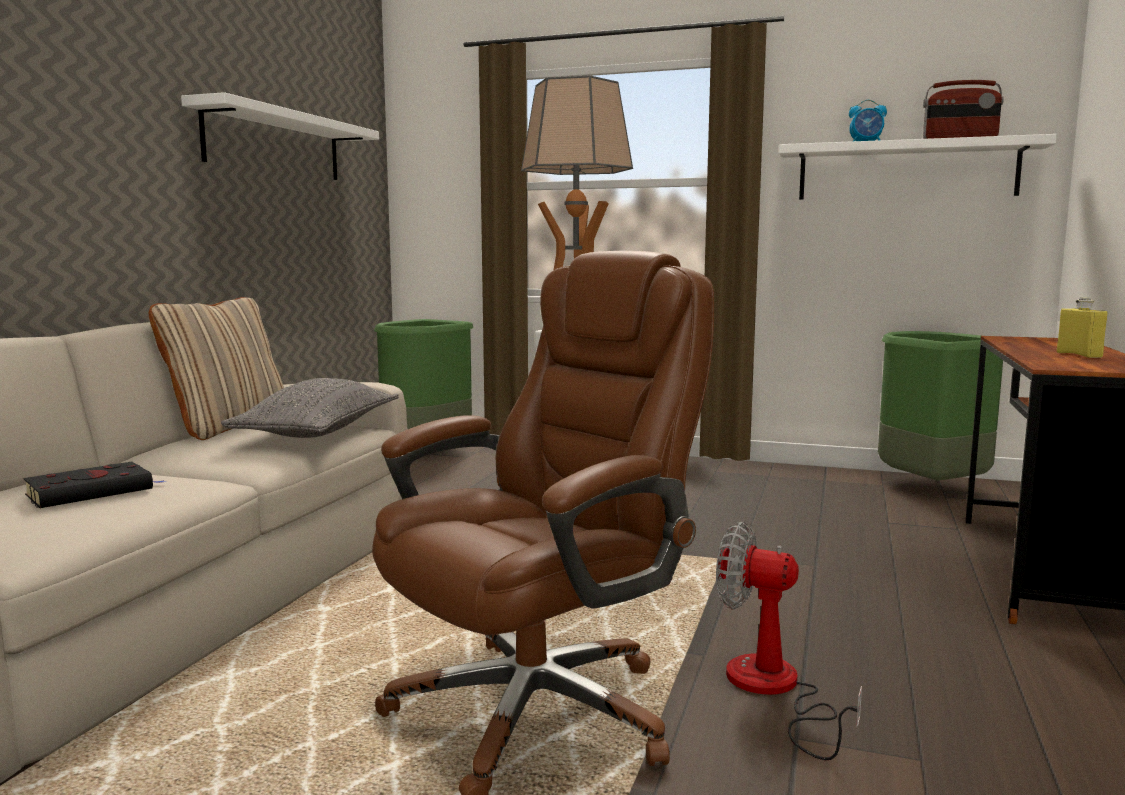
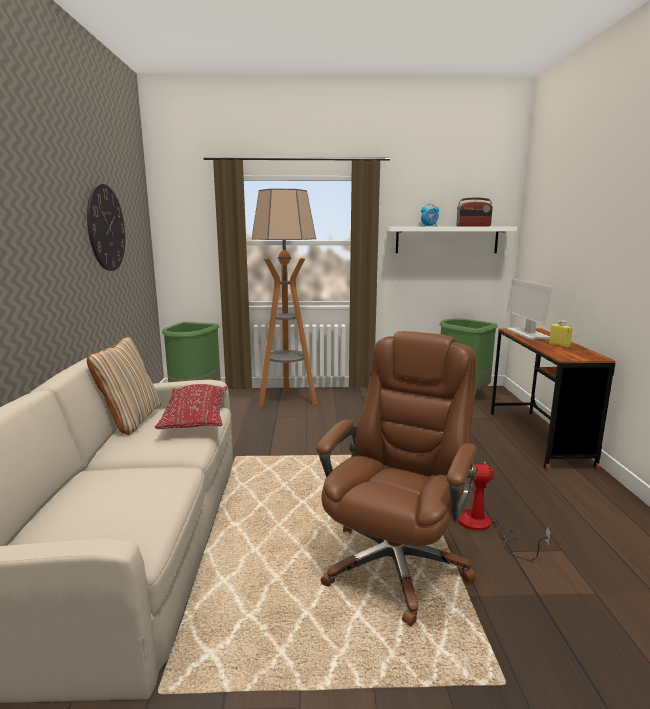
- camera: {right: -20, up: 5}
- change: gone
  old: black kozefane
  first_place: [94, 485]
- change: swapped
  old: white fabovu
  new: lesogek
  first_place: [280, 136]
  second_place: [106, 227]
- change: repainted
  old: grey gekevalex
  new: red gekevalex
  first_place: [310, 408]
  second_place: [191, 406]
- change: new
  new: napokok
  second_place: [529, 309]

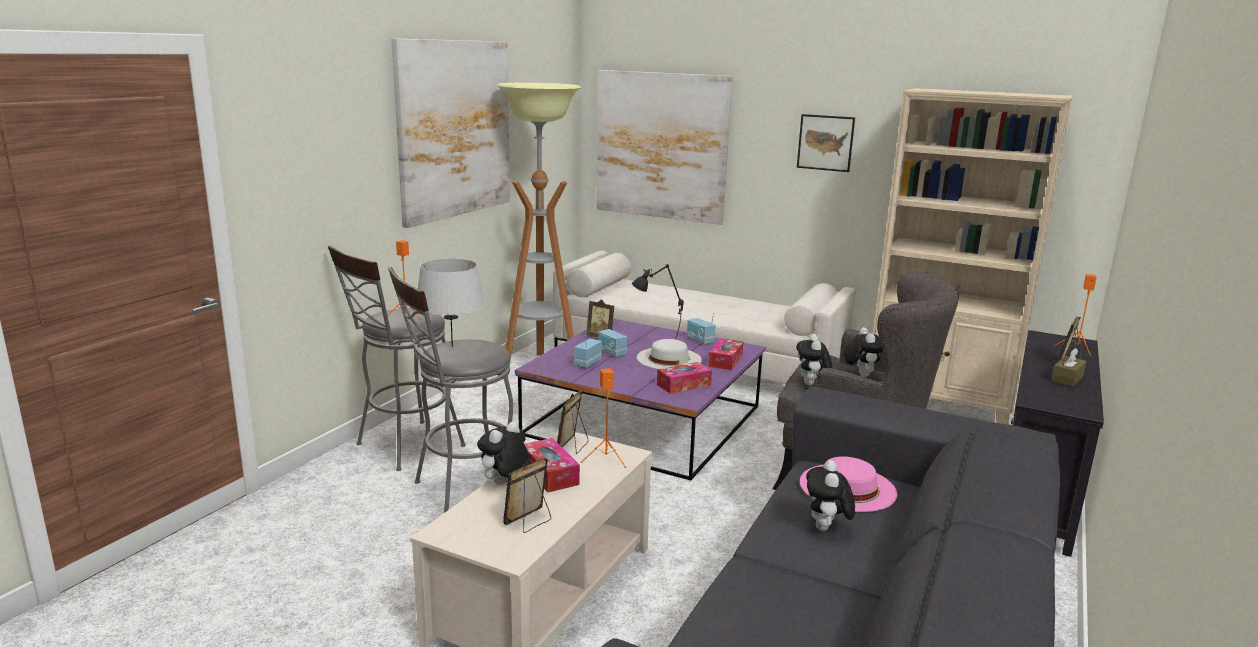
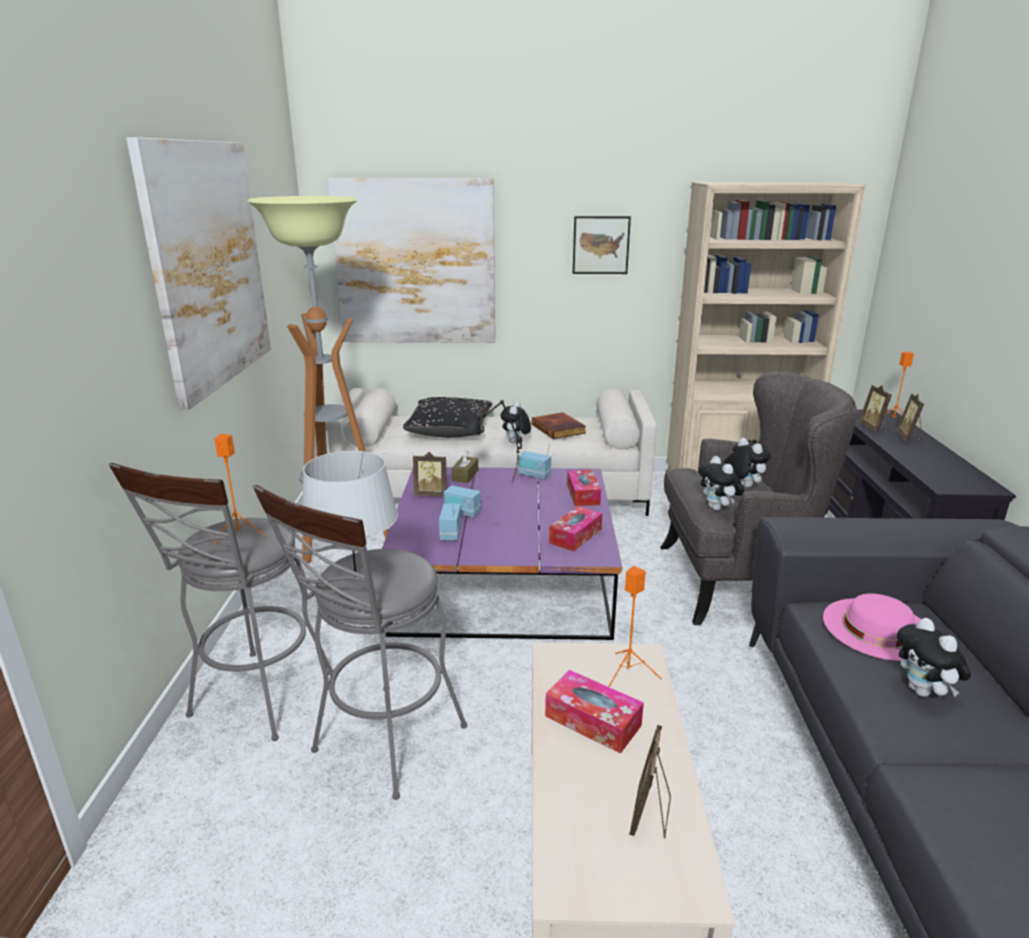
- camera: {right: -25, up: 5}
- change: shifted
  old: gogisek
  first_place: [503, 453]
  second_place: [515, 422]
- change: shifted
  old: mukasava
  first_place: [572, 422]
  second_place: [875, 408]
- change: gone
  old: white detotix
  first_place: [669, 354]
- change: shifted
  old: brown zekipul
  first_place: [1069, 367]
  second_place: [465, 466]
- change: new
  new: black gekevalex
  second_place: [447, 417]
- change: new
  new: kozefane
  second_place: [559, 425]

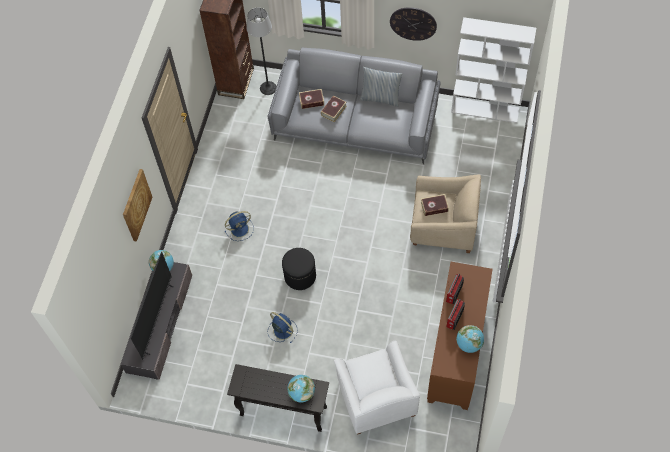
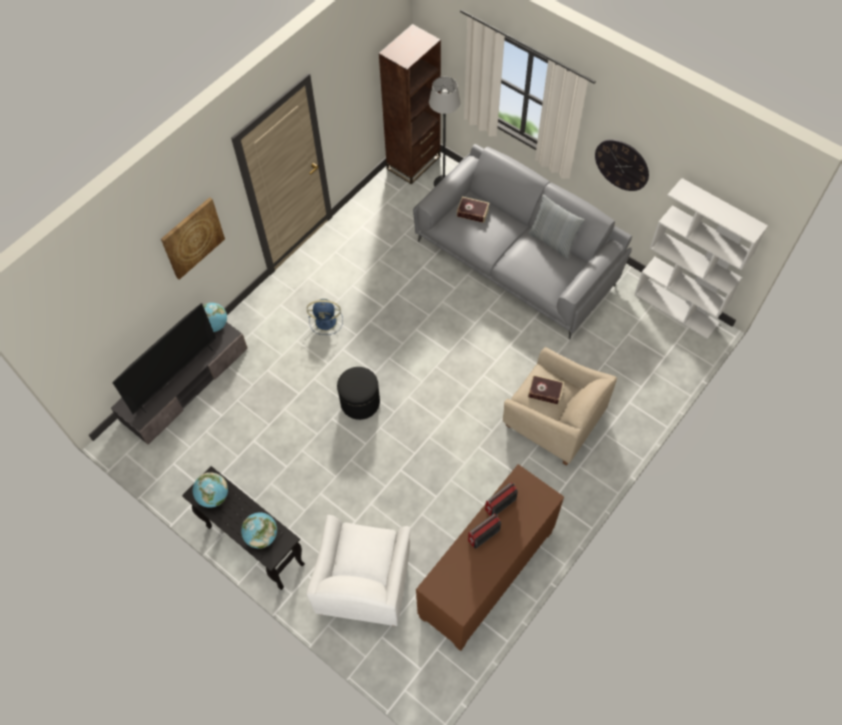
- camera: {right: 25, up: 0}
- change: gone
  old: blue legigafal
  first_place: [283, 328]
- change: gone
  old: kozefane
  first_place: [333, 108]
- change: shifted
  old: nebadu
  first_place: [470, 339]
  second_place: [210, 490]

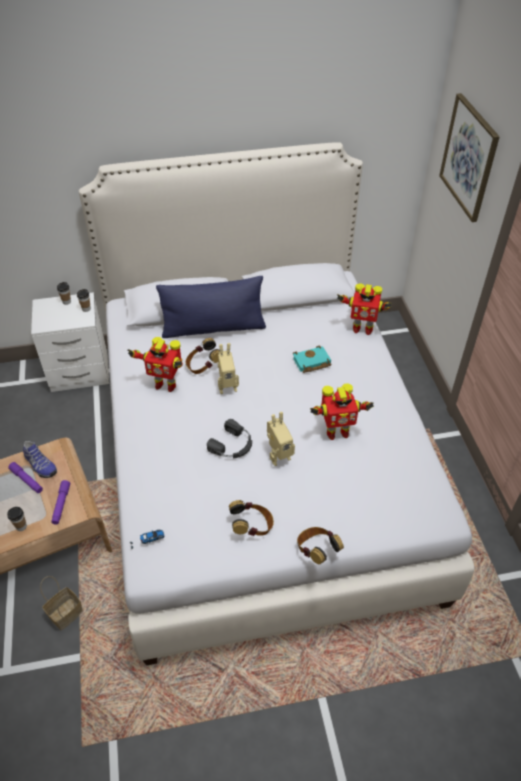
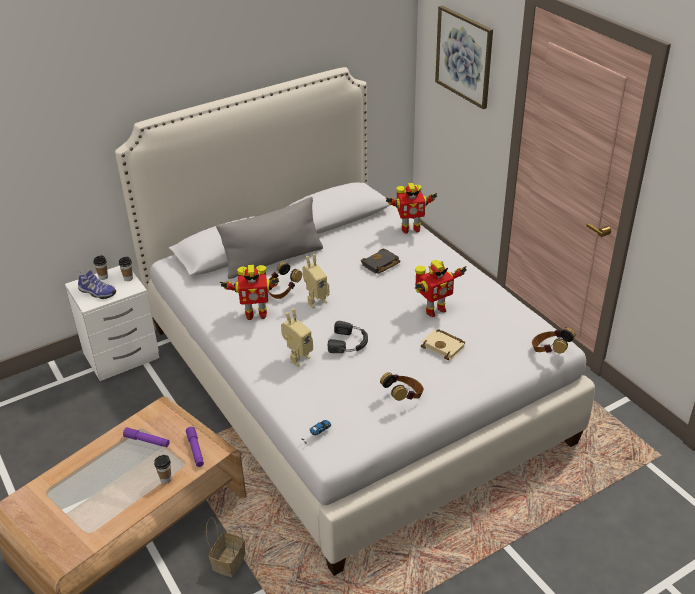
- camera: {right: -20, up: -10}
- change: shifted
  old: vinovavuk
  first_place: [40, 459]
  second_place: [97, 284]
- change: repainted
  old: blue gekevalex
  new: grey gekevalex
  first_place: [211, 307]
  second_place: [269, 238]
- change: shifted
  old: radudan
  first_place: [281, 439]
  second_place: [297, 338]
- change: repainted
  old: turquoise kozefane
  new: black kozefane
  first_place: [312, 359]
  second_place: [381, 261]
- change: shifted
  old: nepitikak
  first_place: [320, 545]
  second_place: [553, 340]
- change: new
  new: beige kozefane
  second_place: [443, 344]

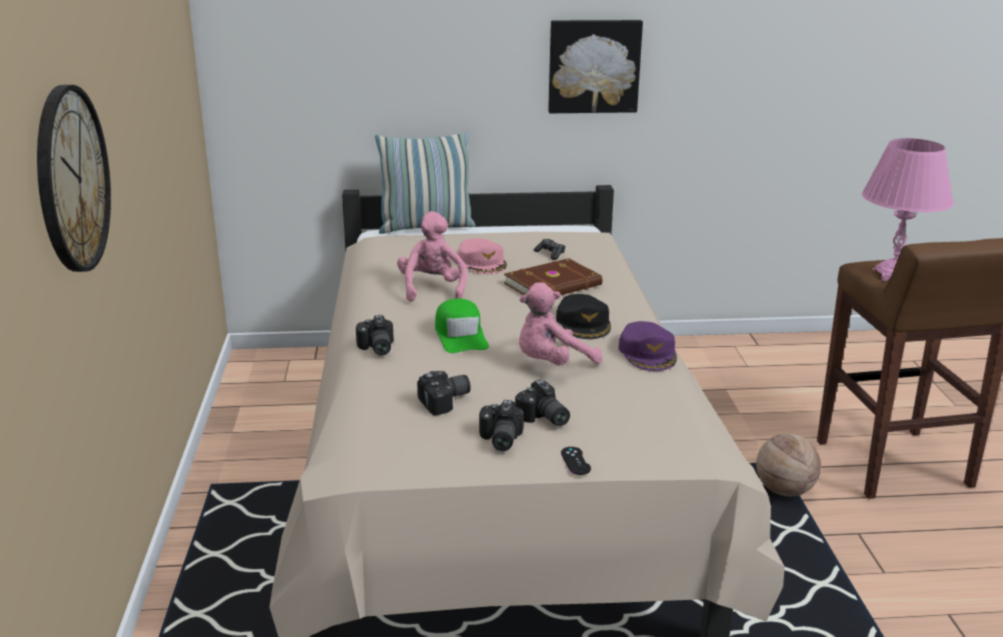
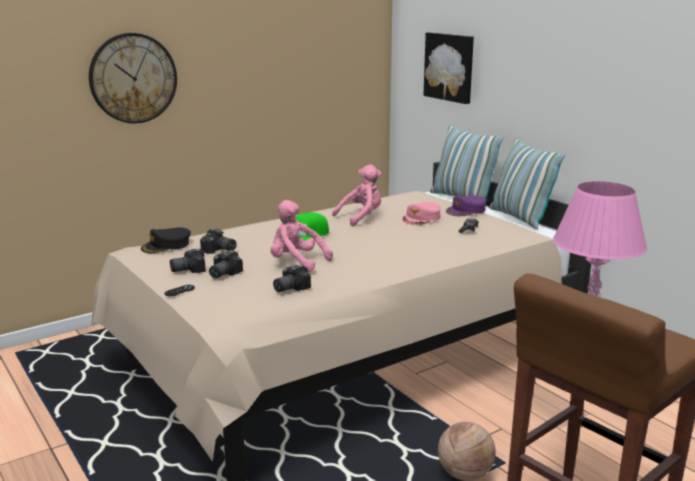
- camera: {right: 60, up: -5}
- change: shifted
  old: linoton
  first_place: [375, 335]
  second_place: [292, 278]
- change: gone
  old: brown kozefane
  first_place: [553, 276]
- change: shifted
  old: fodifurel
  first_place: [595, 66]
  second_place: [449, 68]
- change: shifted
  old: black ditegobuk
  first_place: [583, 316]
  second_place: [166, 240]
- change: shifted
  old: purple ditegobuk
  first_place: [648, 346]
  second_place: [466, 205]
- change: new
  new: gekevalex
  second_place: [527, 183]

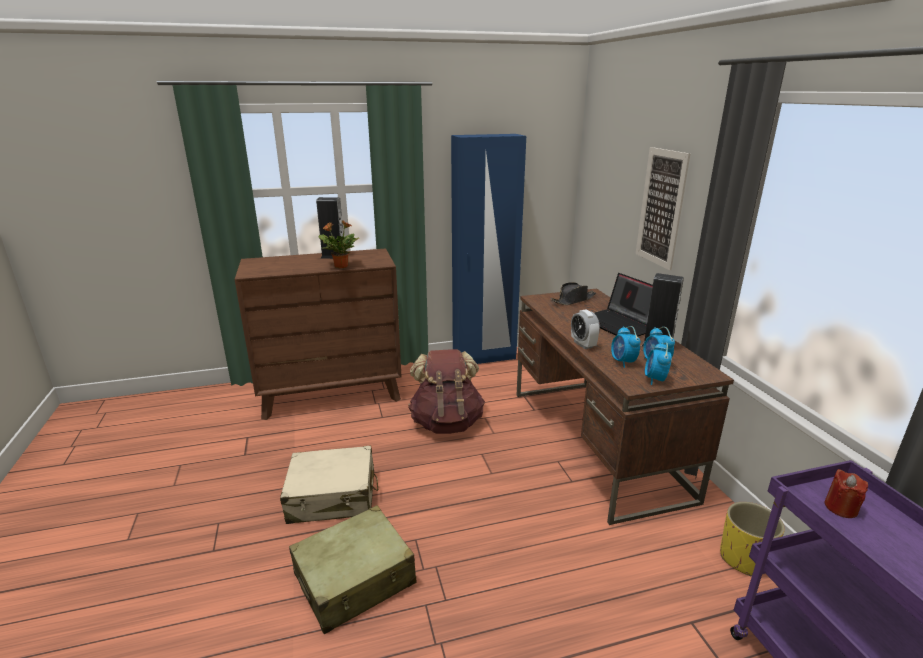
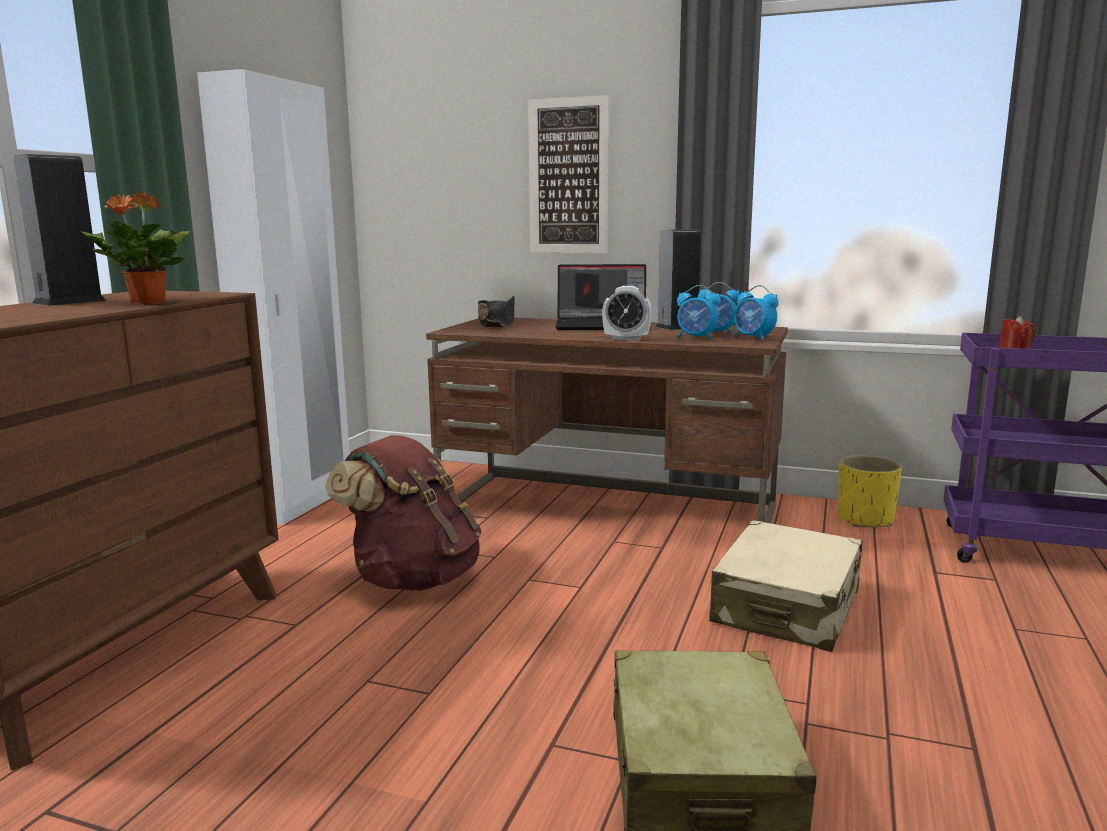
- camera: {right: -55, up: -10}
- change: shifted
  old: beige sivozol
  first_place: [329, 485]
  second_place: [786, 586]
- change: repainted
  old: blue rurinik
  new: white rurinik
  first_place: [488, 249]
  second_place: [273, 297]

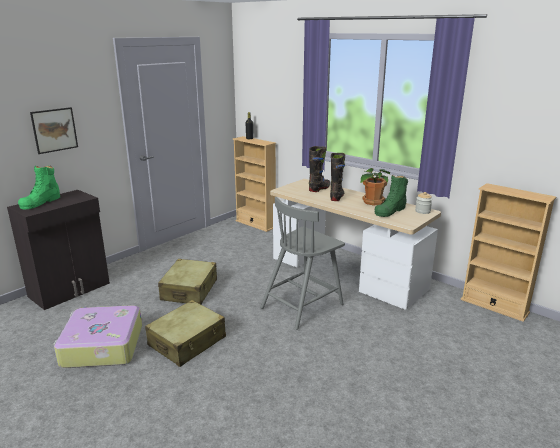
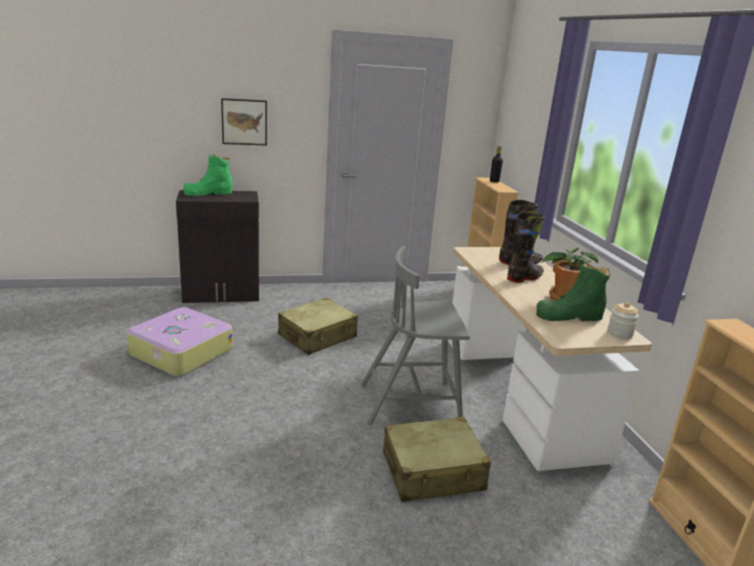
- camera: {right: 35, up: 0}
- change: shifted
  old: beige sivozol
  first_place: [185, 333]
  second_place: [437, 459]

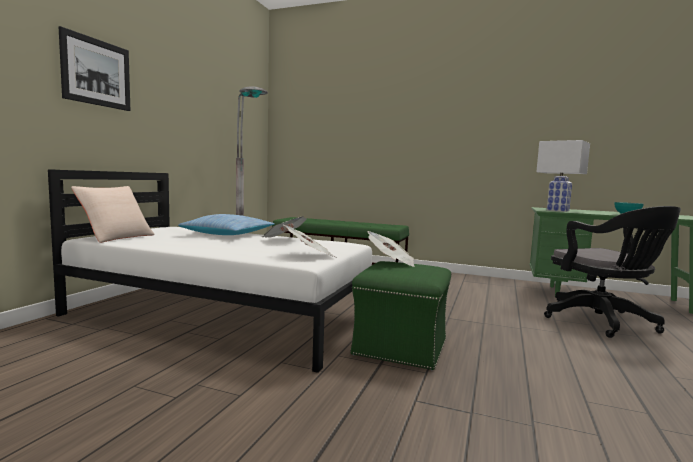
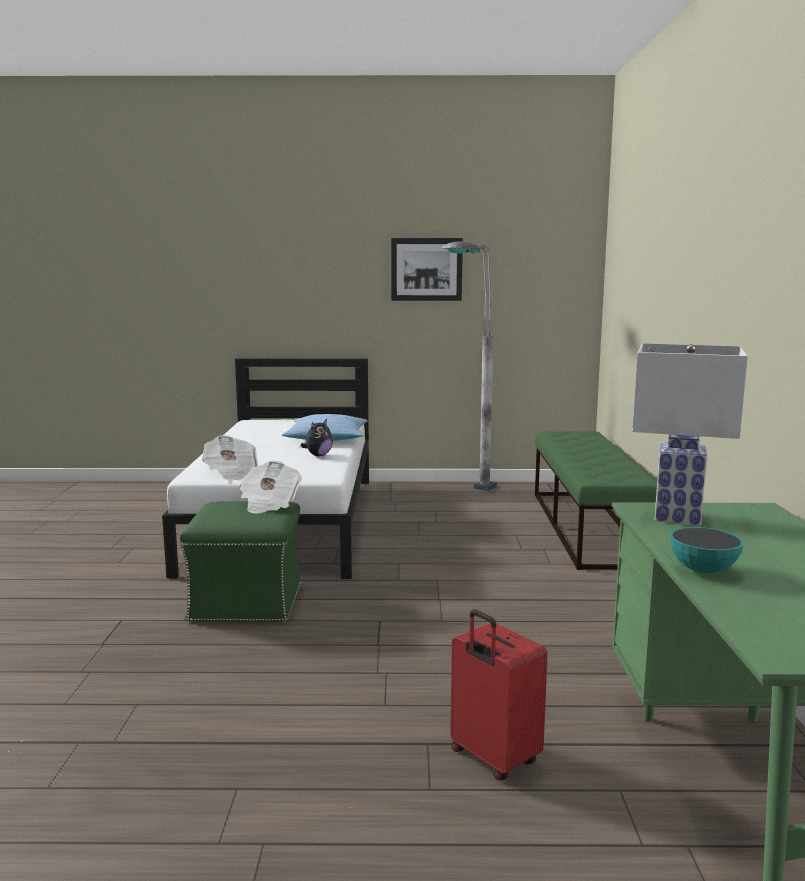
- camera: {right: 70, up: 5}
- change: shifted
  old: fodifurel
  first_place: [95, 68]
  second_place: [427, 269]
- change: gone
  old: beige gekevalex
  first_place: [113, 214]
- change: swapped
  old: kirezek
  new: gogisek
  first_place: [284, 227]
  second_place: [316, 437]
- change: swapped
  old: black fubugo
  new: red sivozol
  first_place: [612, 272]
  second_place: [499, 694]

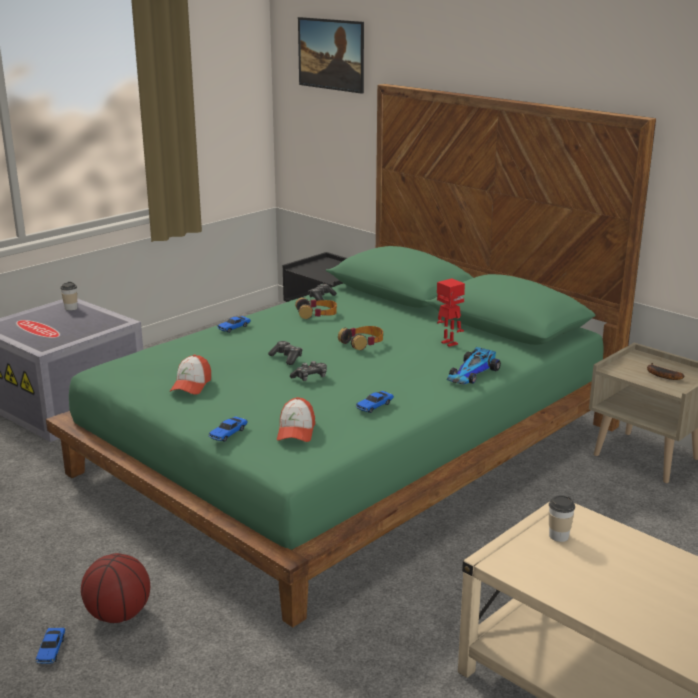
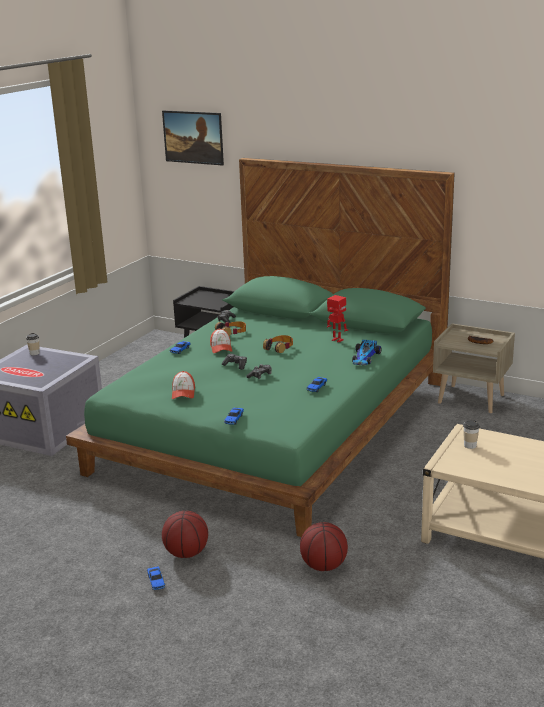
- camera: {right: -15, up: 0}
- change: shifted
  old: ditegobuk
  first_place: [296, 419]
  second_place: [221, 340]
- change: new
  new: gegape
  second_place: [324, 546]

